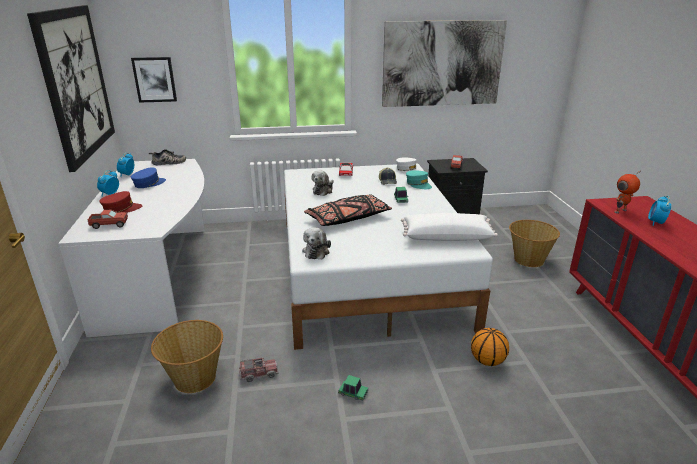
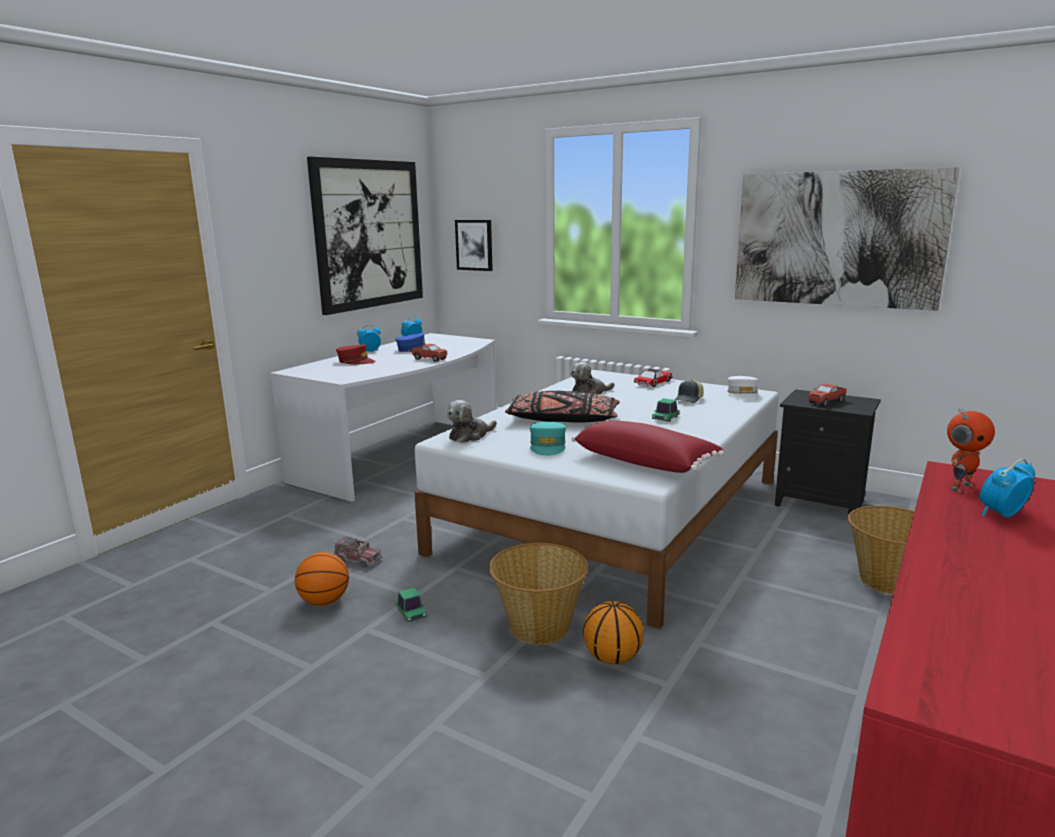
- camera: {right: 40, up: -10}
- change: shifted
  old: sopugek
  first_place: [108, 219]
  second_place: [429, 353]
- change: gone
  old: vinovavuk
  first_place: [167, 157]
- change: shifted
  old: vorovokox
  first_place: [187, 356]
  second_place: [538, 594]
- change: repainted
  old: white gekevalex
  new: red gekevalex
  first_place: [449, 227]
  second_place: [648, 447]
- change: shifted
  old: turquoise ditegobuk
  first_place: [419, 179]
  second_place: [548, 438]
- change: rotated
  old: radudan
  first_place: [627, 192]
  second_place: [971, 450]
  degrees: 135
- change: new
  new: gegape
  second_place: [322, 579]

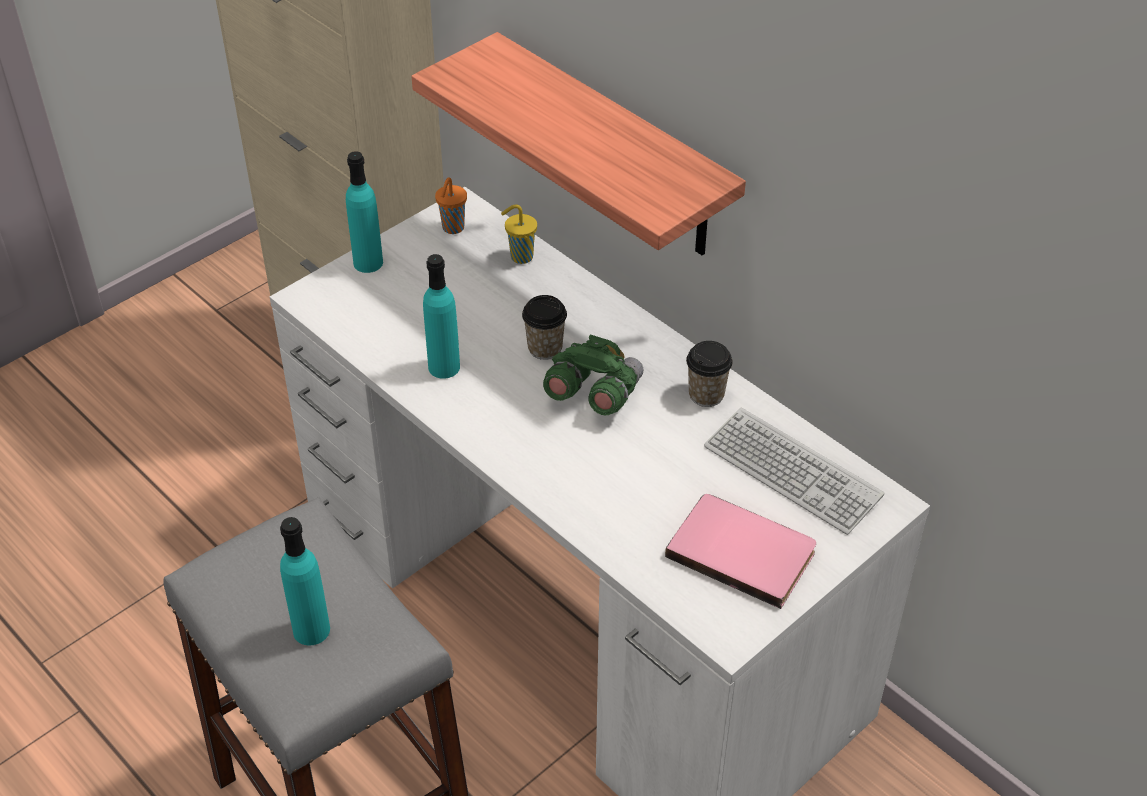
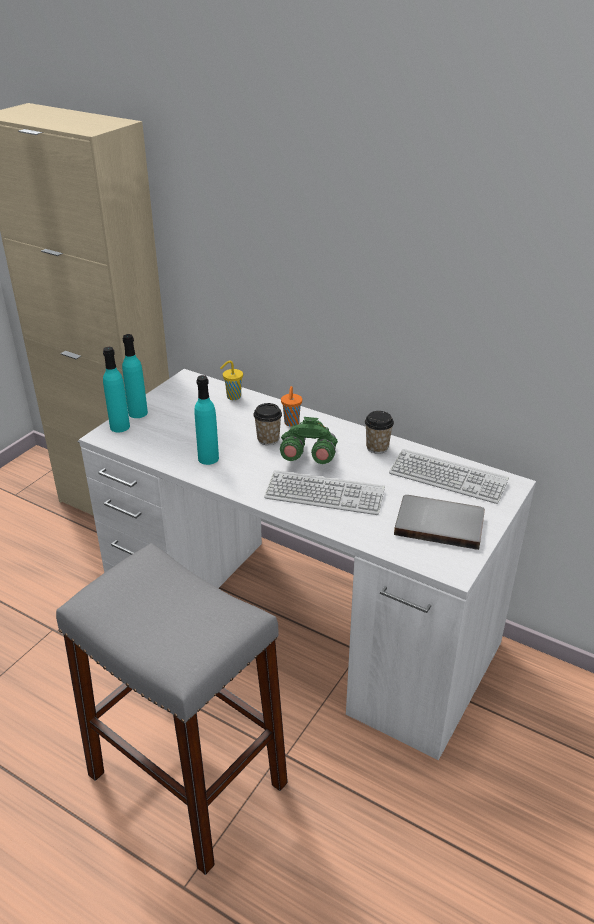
- camera: {right: -15, up: -10}
- change: shifted
  old: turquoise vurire
  first_place: [305, 581]
  second_place: [116, 390]
- change: gone
  old: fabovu
  first_place: [578, 144]
- change: shifted
  old: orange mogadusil
  first_place: [451, 205]
  second_place: [291, 406]
- change: repainted
  old: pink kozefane
  new: grey kozefane
  first_place: [740, 551]
  second_place: [439, 522]
- change: new
  new: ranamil
  second_place: [324, 492]

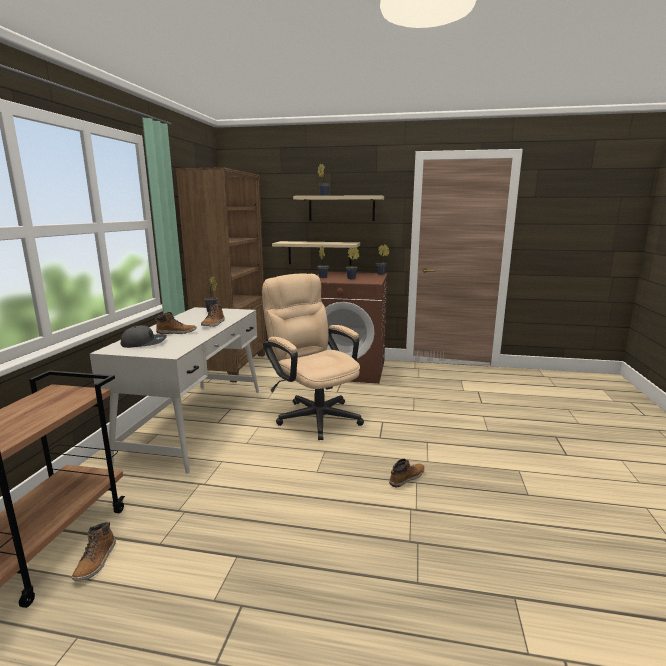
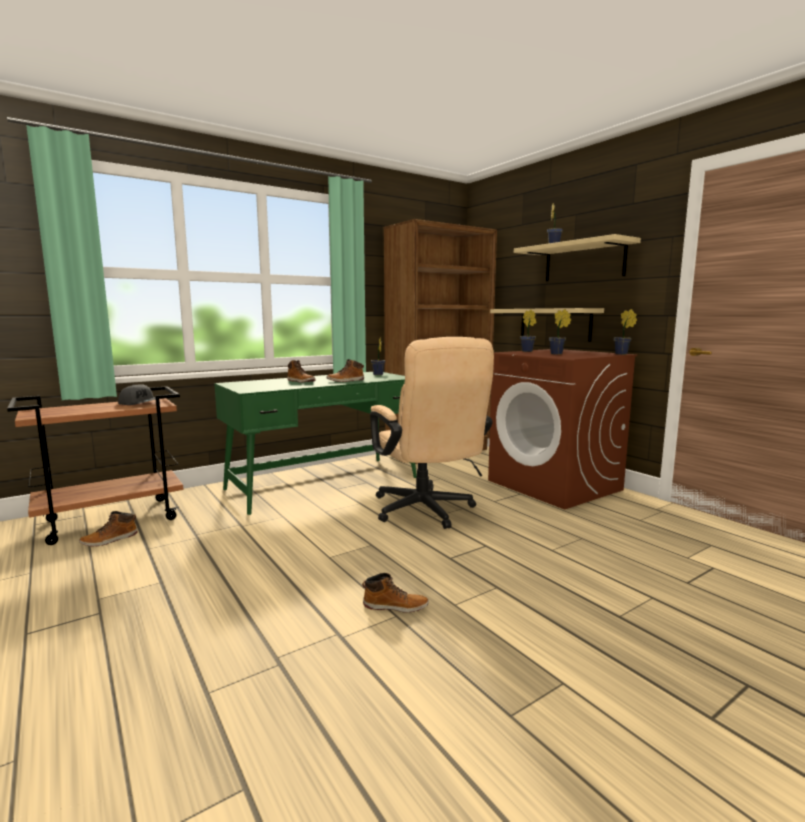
- camera: {right: 45, up: -5}
- change: repainted
  old: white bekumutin
  new: green bekumutin
  first_place: [174, 390]
  second_place: [315, 443]
- change: shifted
  old: grey ditegobuk
  first_place: [144, 336]
  second_place: [137, 394]
- change: rotated
  old: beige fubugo
  first_place: [313, 356]
  second_place: [432, 433]
  degrees: 150

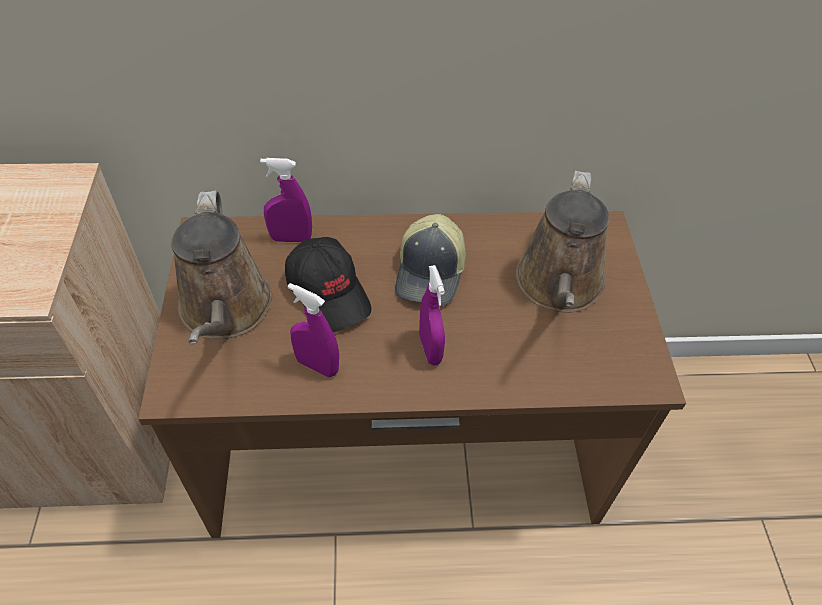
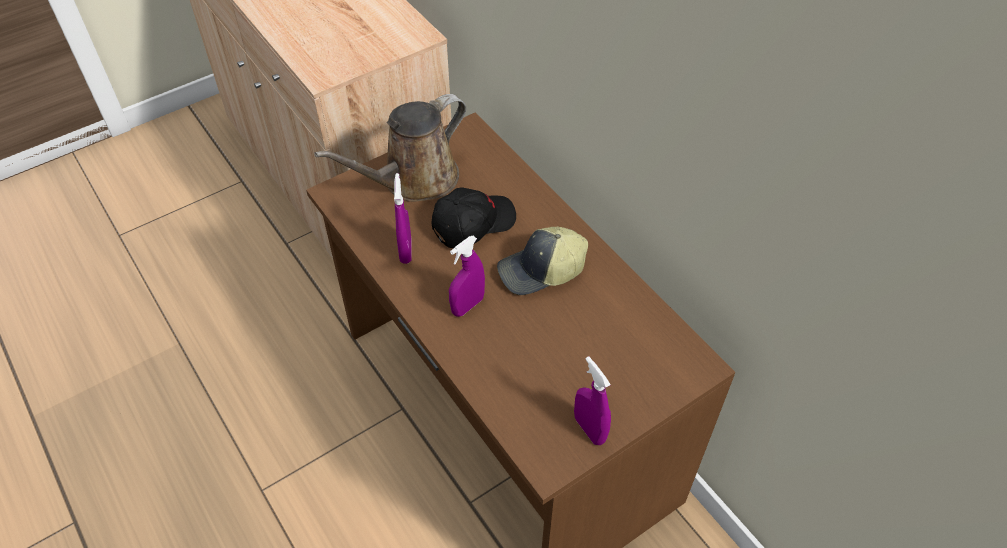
- camera: {right: 60, up: 0}
- change: shifted
  old: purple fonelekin
  first_place: [286, 200]
  second_place: [592, 400]
- change: rotated
  old: black ditegobuk
  first_place: [328, 285]
  second_place: [474, 217]
  degrees: -150
- change: gone
  old: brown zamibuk
  first_place: [562, 241]

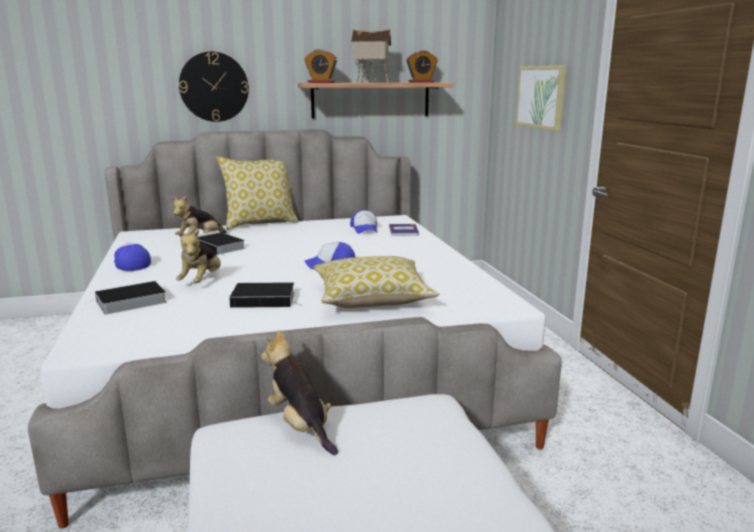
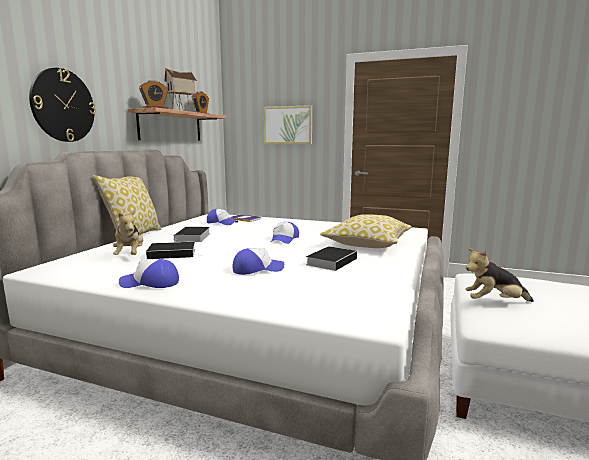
- camera: {right: -55, up: -5}
- change: shifted
  old: kozefane
  first_place: [128, 298]
  second_place: [192, 234]
- change: swapped
  old: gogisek
  new: ditegobuk
  first_place: [198, 256]
  second_place: [258, 261]

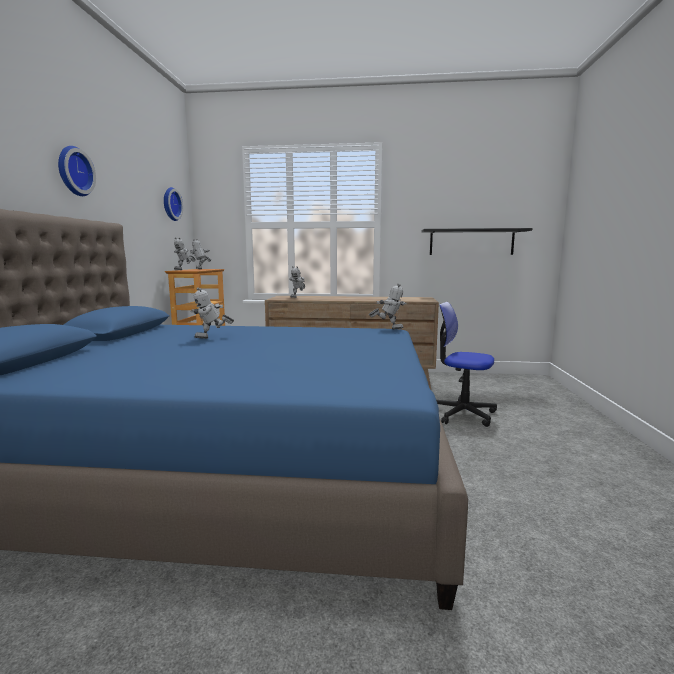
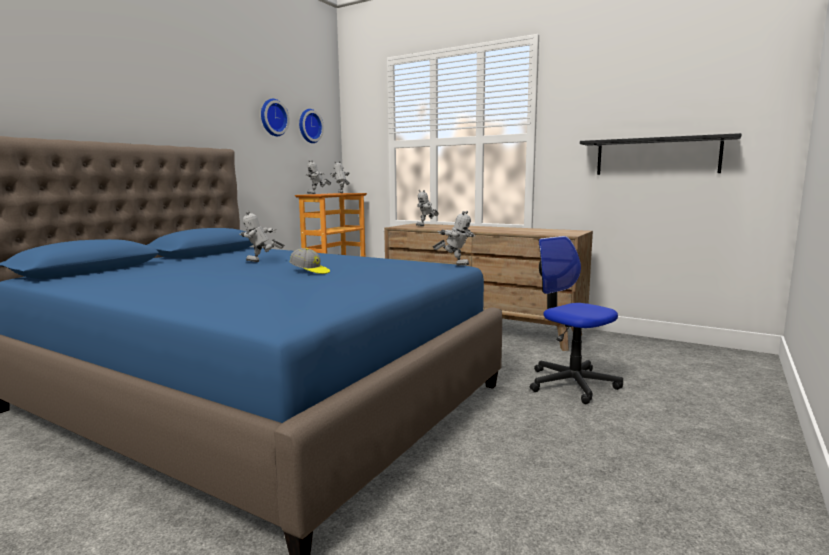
- camera: {right: 25, up: 0}
- change: shifted
  old: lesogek
  first_place: [77, 171]
  second_place: [275, 117]
- change: new
  new: ditegobuk
  second_place: [310, 261]

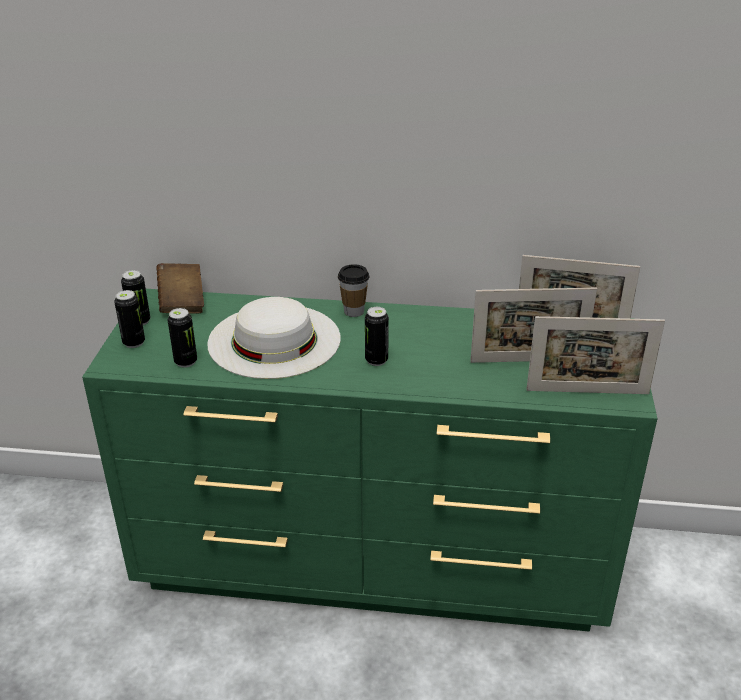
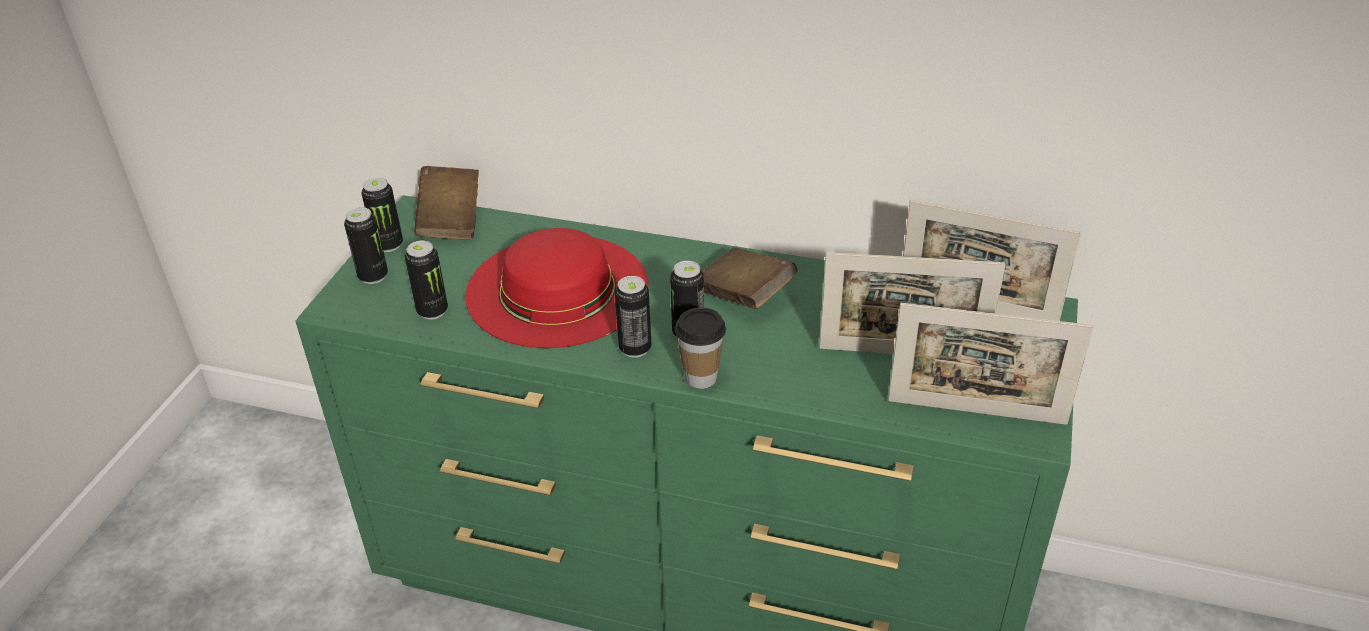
- camera: {right: 10, up: 5}
- change: repainted
  old: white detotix
  new: red detotix
  first_place: [274, 338]
  second_place: [556, 288]
- change: shifted
  old: mogadusil
  first_place: [354, 290]
  second_place: [700, 348]
- change: new
  new: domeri
  second_place: [633, 317]
- change: new
  new: brown kozefane
  second_place: [750, 278]

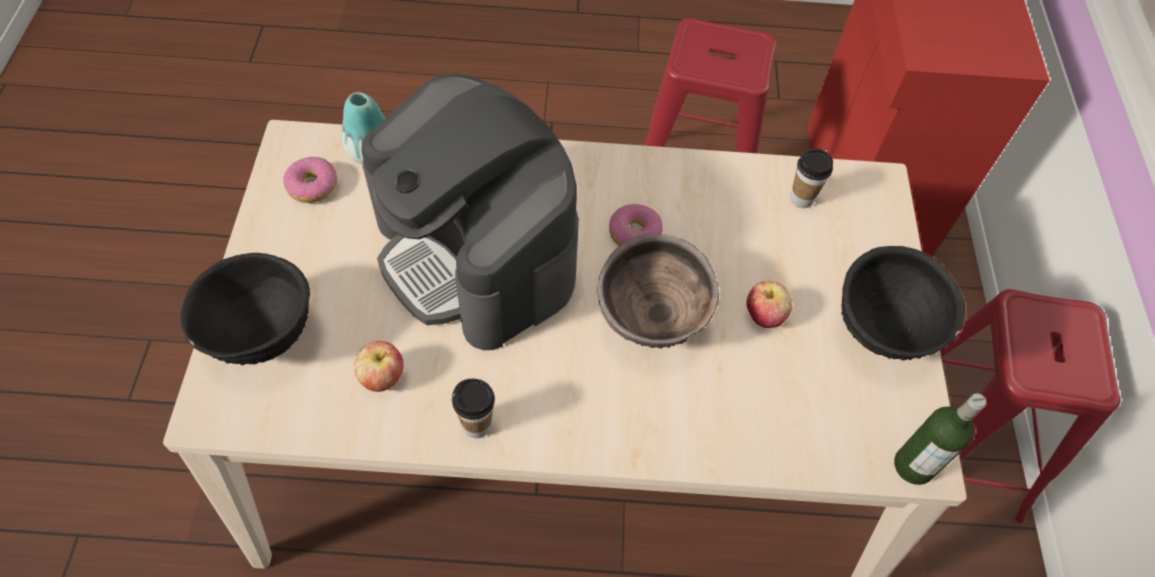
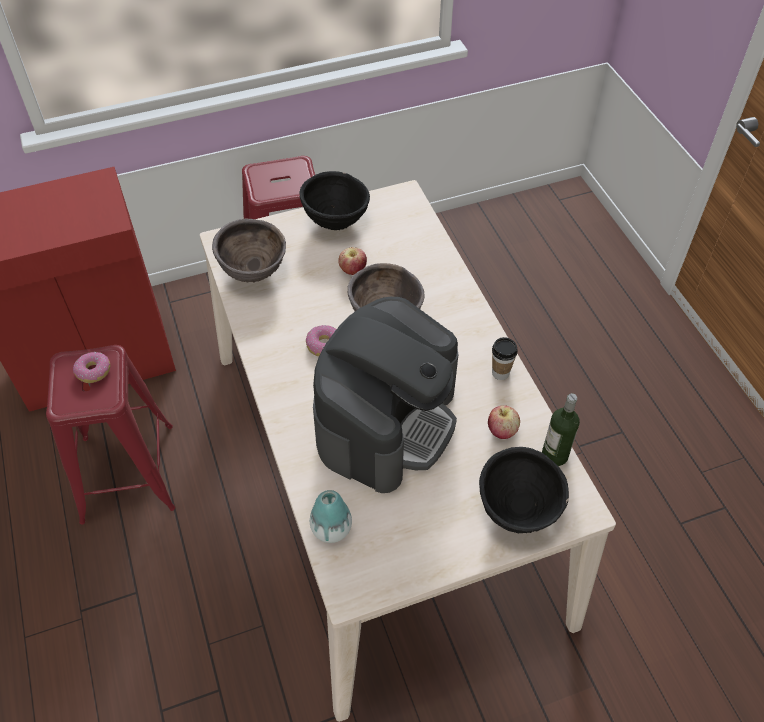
- camera: {right: -110, up: -5}
- change: shifted
  old: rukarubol
  first_place: [310, 180]
  second_place: [91, 367]
- change: swapped
  old: mogadusil
  new: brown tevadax
  first_place: [811, 178]
  second_place: [249, 250]
- change: shifted
  old: vurire
  first_place: [940, 439]
  second_place: [561, 429]

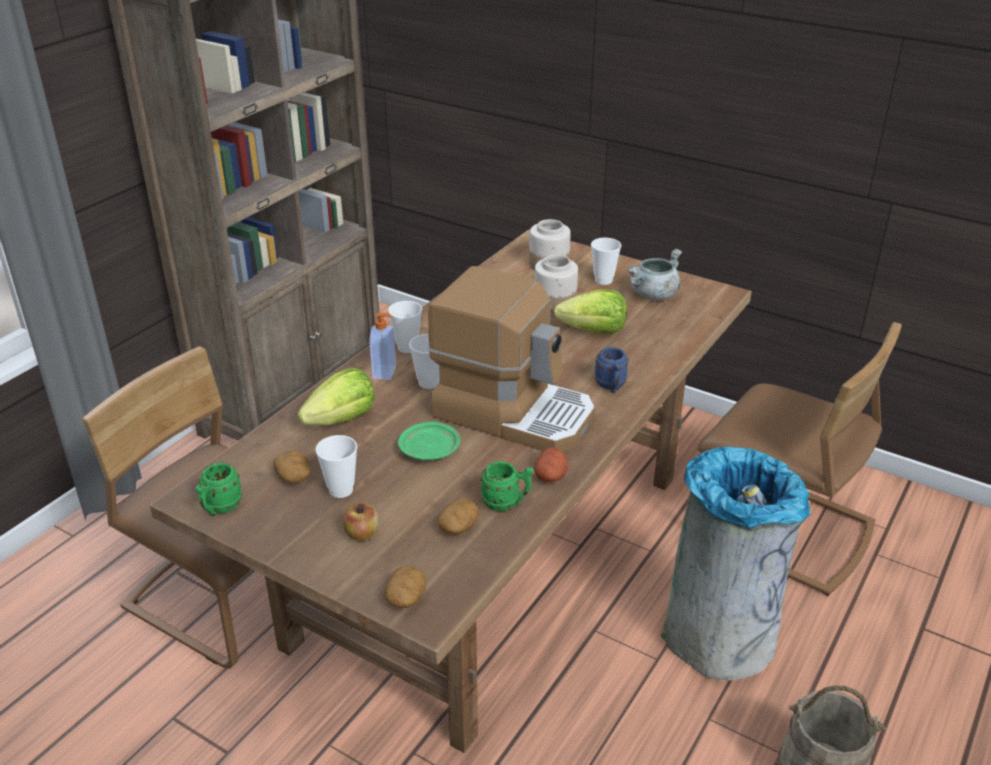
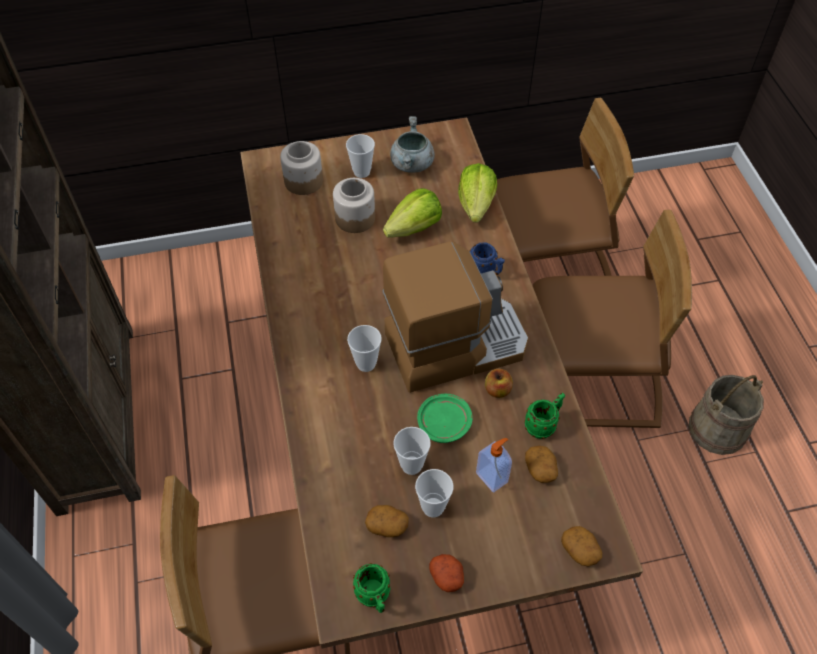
- camera: {right: -45, up: 20}
- change: shifted
  old: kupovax
  first_place: [336, 397]
  second_place: [477, 193]
- change: shifted
  old: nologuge
  first_place: [361, 522]
  second_place: [499, 383]
- change: shifted
  old: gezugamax
  first_place: [382, 346]
  second_place: [494, 465]
- change: shifted
  old: mogadusil
  first_place: [405, 327]
  second_place: [412, 451]
- change: shifted
  old: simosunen
  first_place: [551, 464]
  second_place: [446, 573]
- change: swapped
  old: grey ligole
  new: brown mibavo
  first_place: [735, 564]
  second_place: [612, 319]

